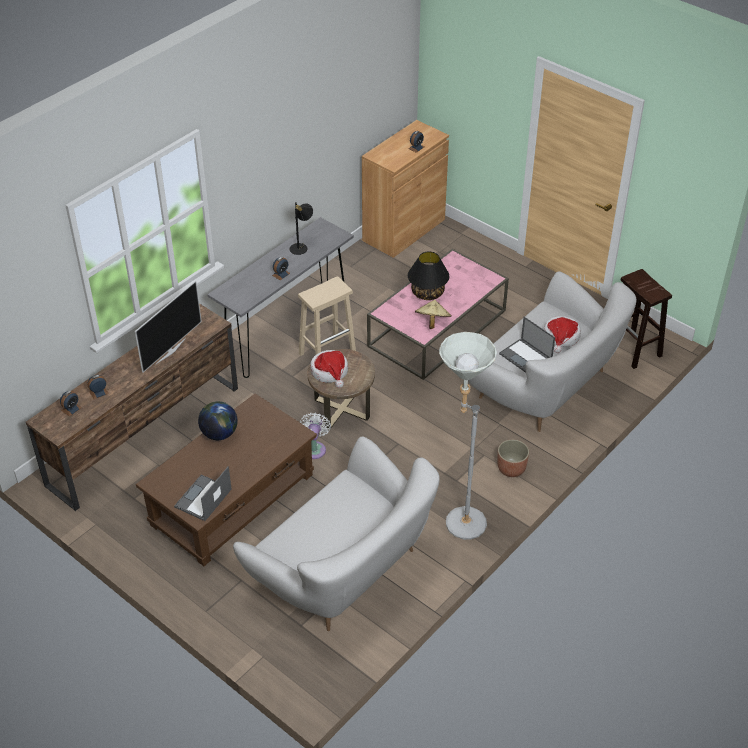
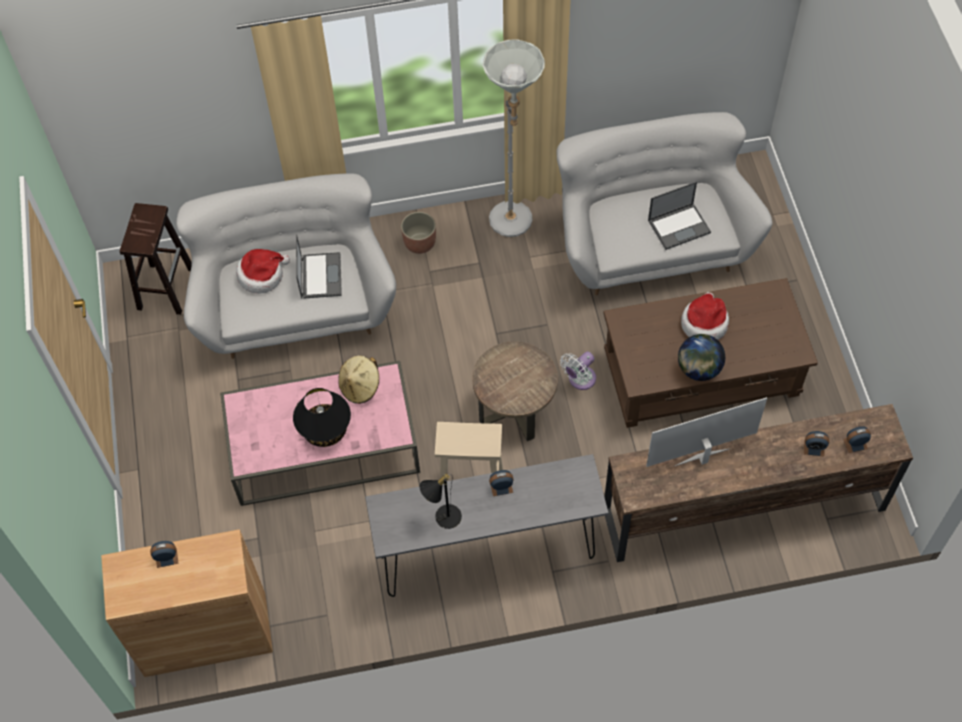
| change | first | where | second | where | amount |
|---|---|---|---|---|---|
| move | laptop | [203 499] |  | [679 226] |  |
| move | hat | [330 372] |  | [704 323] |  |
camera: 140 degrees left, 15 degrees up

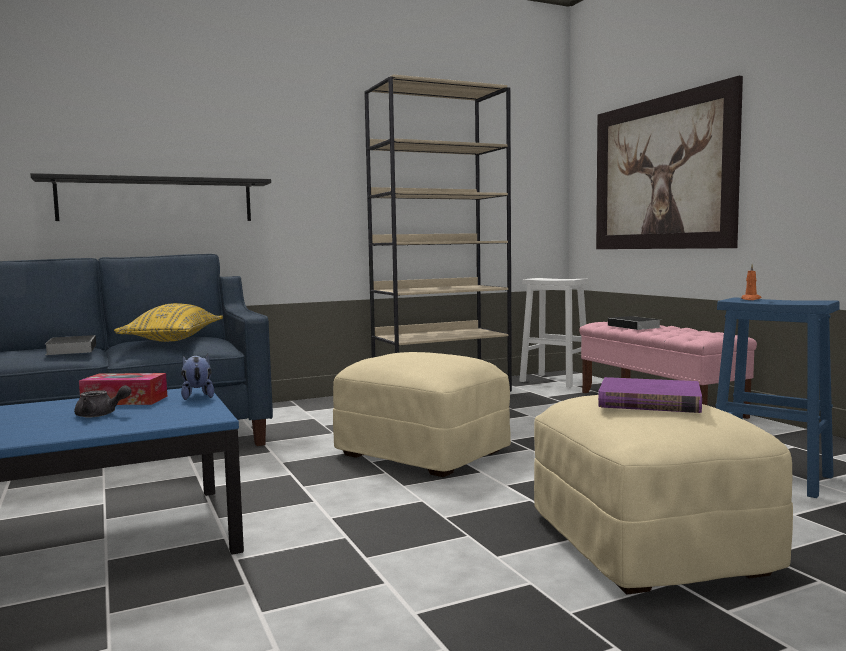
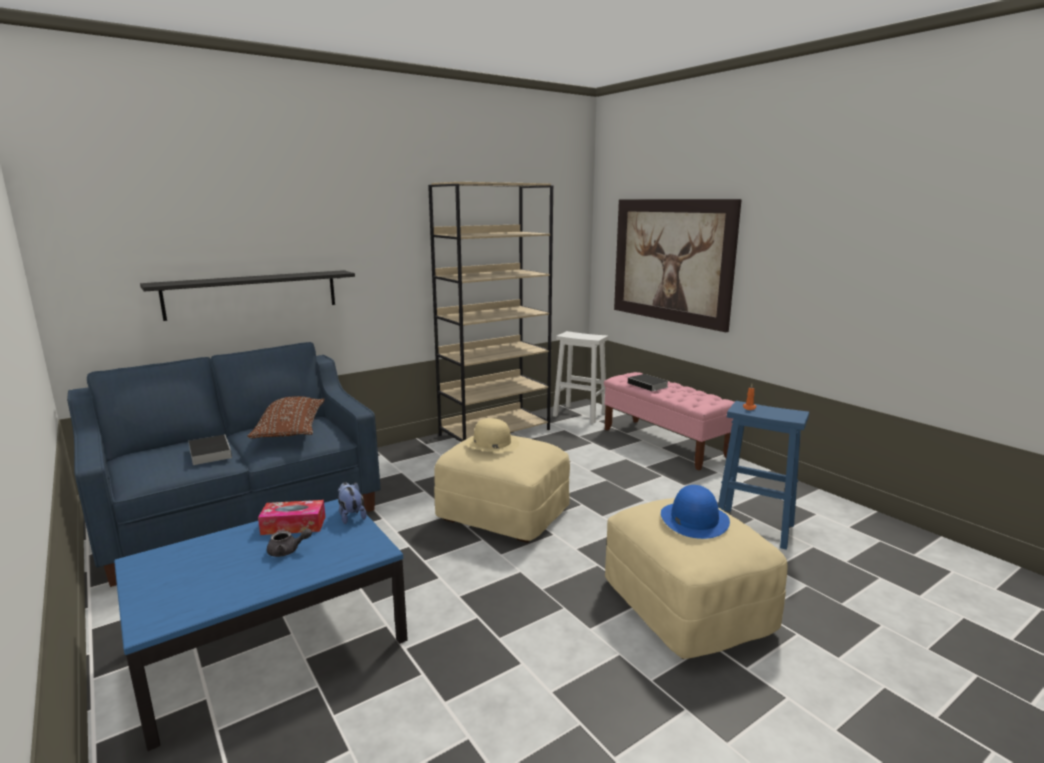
| change | first | where | second | where | amount |
|---|---|---|---|---|---|
| recolor | yellow pillow | [174 339] | brown pillow | [290 429] |  |
| insert |  |  | beige hat | [492 443] |  |
| replace | purple book | [649 401] | blue hat | [694 519] |  |
camera: 10 degrees left, 10 degrees up

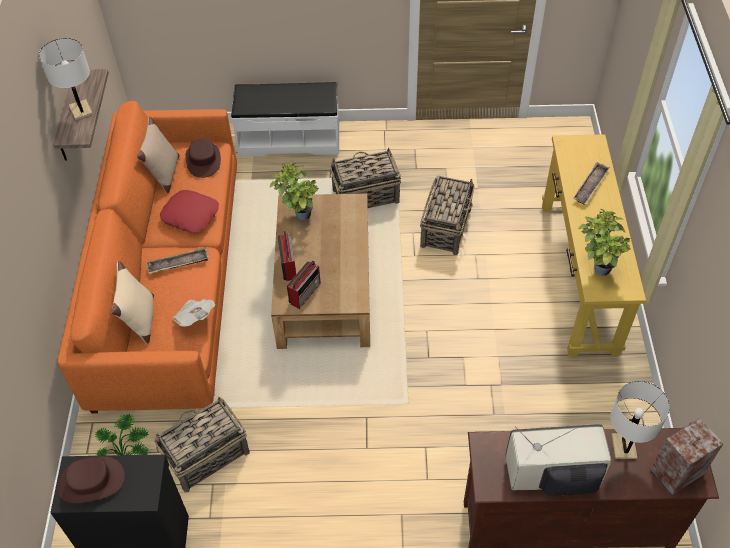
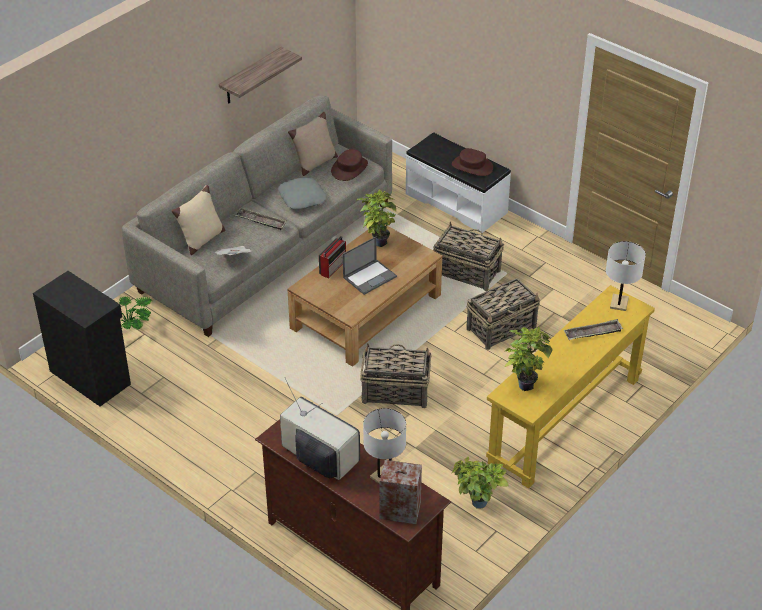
| change | first | where | second | where | amount |
|---|---|---|---|---|---|
| recolor | orange sofa | [169 284] | grey sofa | [266 247] |  |
| recolor | red pillow | [190 215] | grey pillow | [302 197] |  |
| insert |  |  | laptop | [370 277] |  |
| move | basket | [206 456] |  | [394 391] |  |
| move | brown hat | [91 481] |  | [472 166] |  |
| insert |  |  | potted plant | [476 506] |  |
| move | white table lamp | [81 110] |  | [619 303] |  |
| delete | radio | [305 293] |  |  |  |
camera: 40 degrees right, 10 degrees down

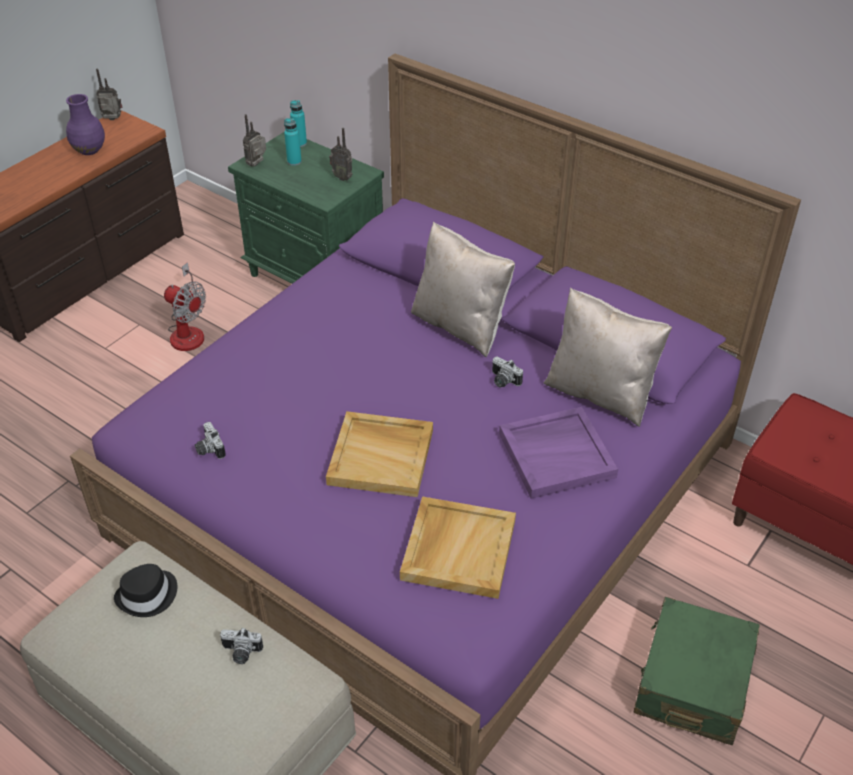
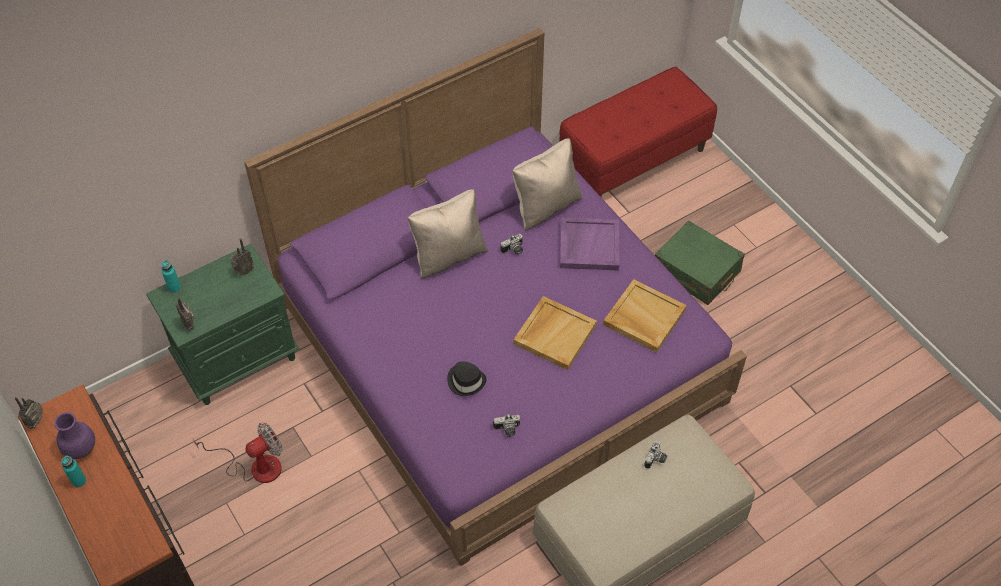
| change | first | where | second | where | amount |
|---|---|---|---|---|---|
| move | turquoise bottle | [294 162] |  | [79 481] |  |
| move | black hat | [148 595] |  | [466 381] |  |
camera: 70 degrees left, 10 degrees up

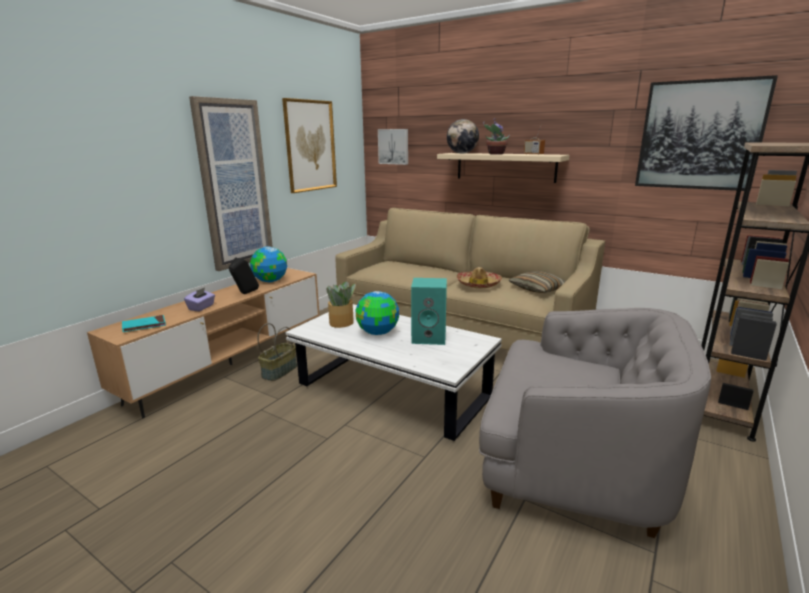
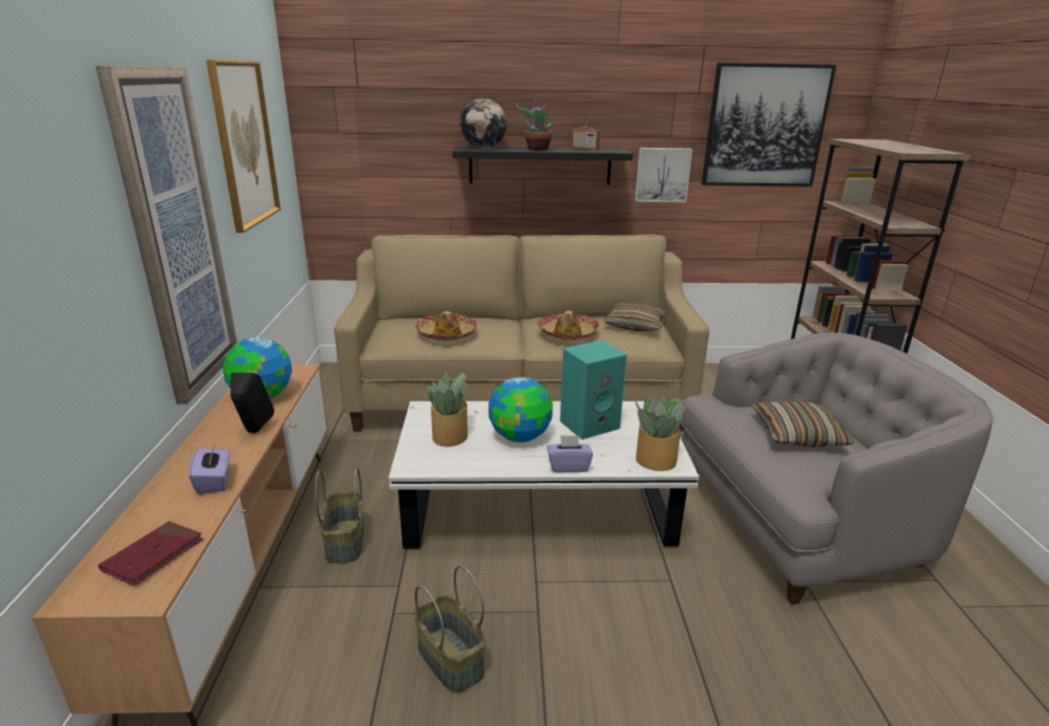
| change | first | where | second | where | amount |
|---|---|---|---|---|---|
| recolor | turquoise book | [144 325] | red book | [153 555] |  |
| insert |  |  | basket | [449 659] |  |
| insert |  |  | hat | [447 334] |  |
| recolor | beige shelf | [505 167] | black shelf | [540 165] |  |
| insert |  |  | purple tissue box | [568 466] |  |
| insert |  |  | potted plant | [655 460] |  |
| move | picture | [394 146] |  | [662 174] |  |
| insert |  |  | pillow | [798 434] |  |
camera: 35 degrees left, 5 degrees up

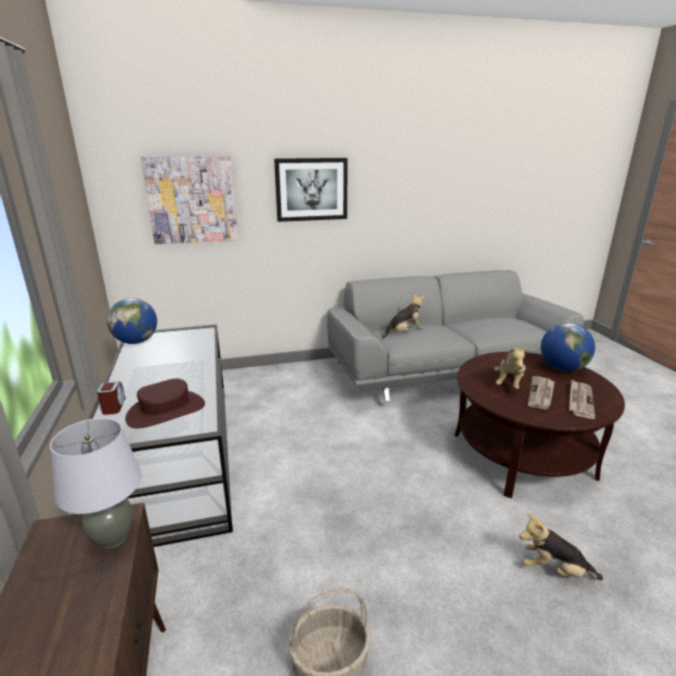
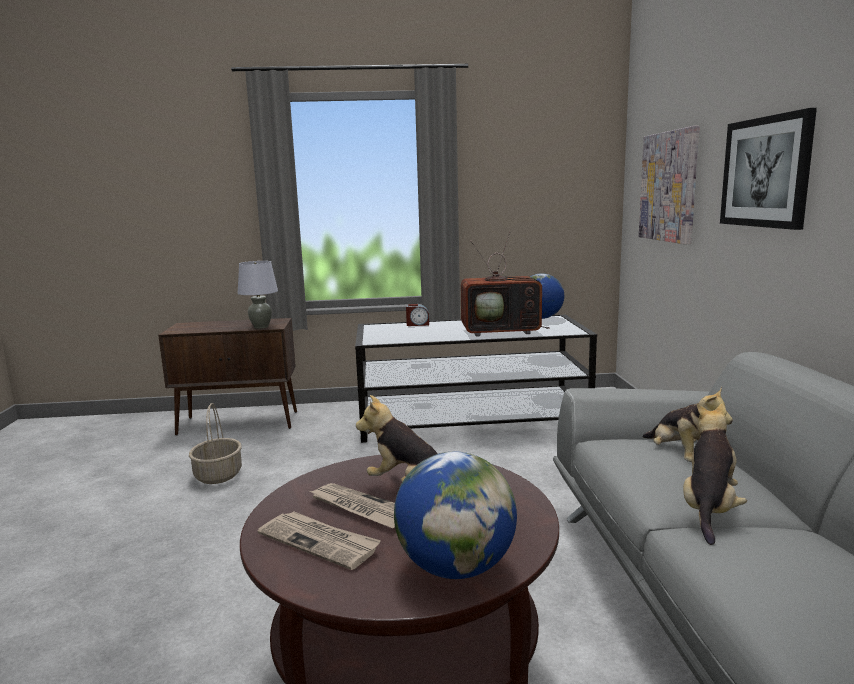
| change | first | where | second | where | amount |
|---|---|---|---|---|---|
| insert |  |  | television | [502 331] |  |
| move | plush toy | [553 570] |  | [709 509] |  |
| delete | brown hat | [166 411] |  |  |  |
camera: 100 degrees right, 10 degrees down

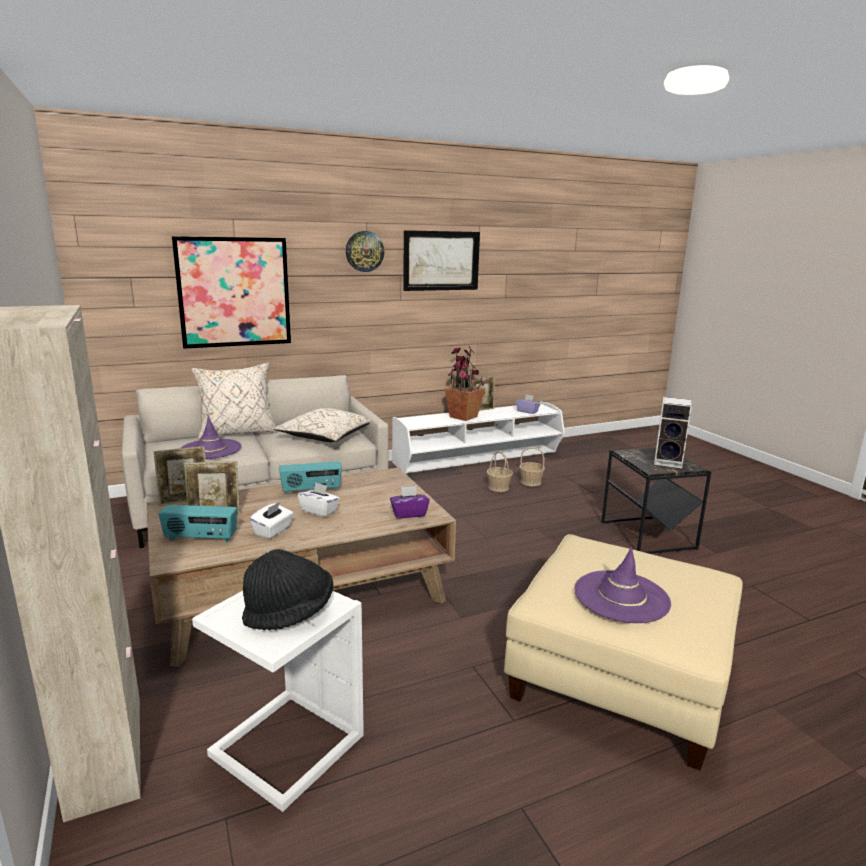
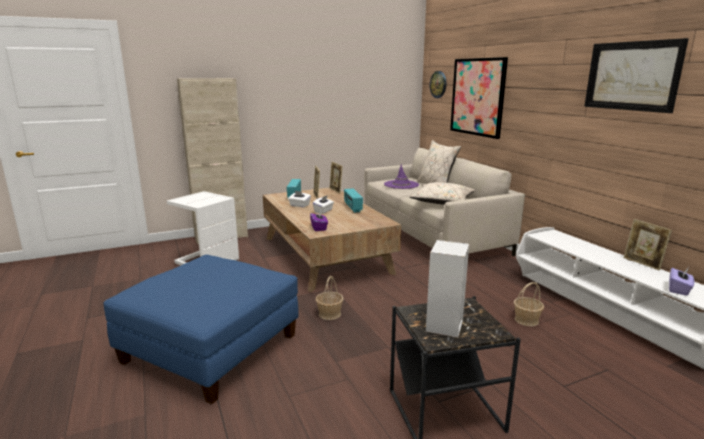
| change | first | where | second | where | amount |
|---|---|---|---|---|---|
| recolor | beige ottoman | [619 676] | blue ottoman | [211 348] |  |
| move | basket | [531 482] |  | [329 314] |  |
| move | wall clock | [364 251] |  | [438 84] |  |
| delete | black hat | [289 613] |  |  |  |
| delete | potted plant | [463 417] |  |  |  |
| delete | purple hat | [621 596] |  |  |  |
camera: 90 degrees right, 0 degrees up

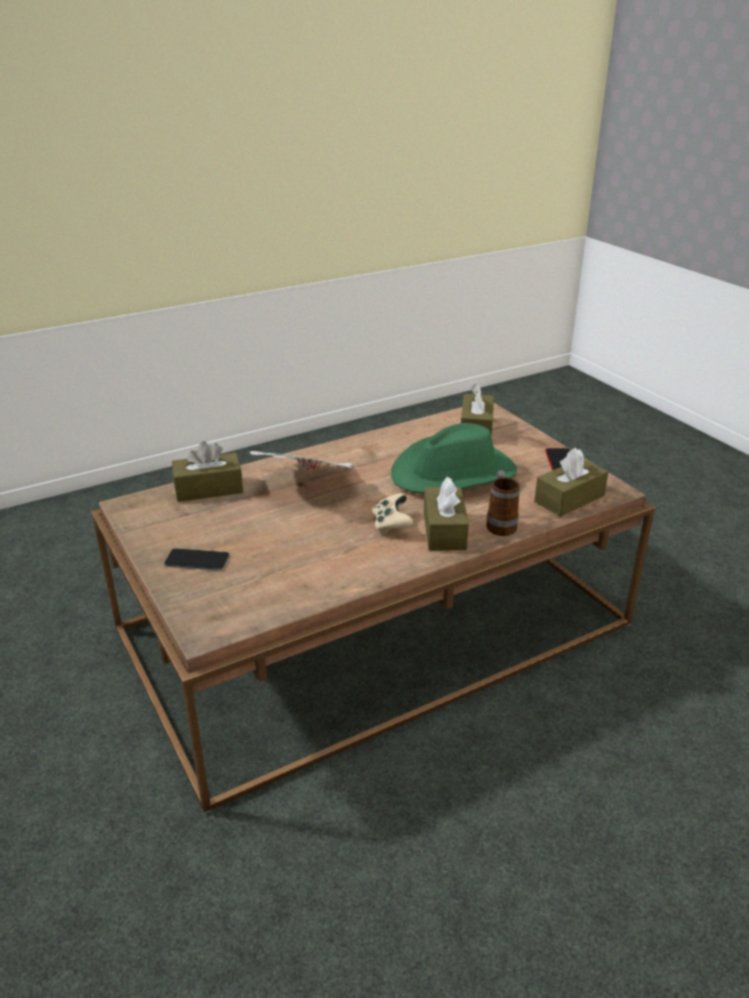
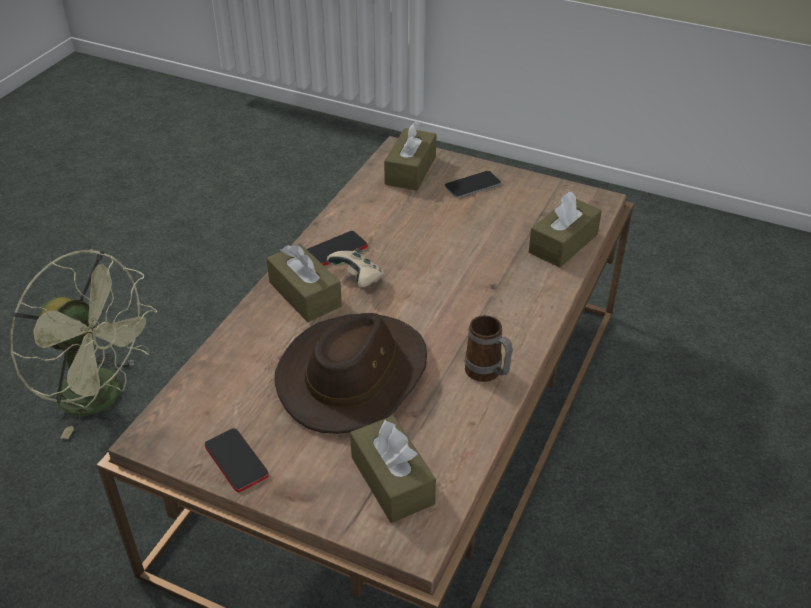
| change | first | where | second | where | amount |
|---|---|---|---|---|---|
| insert |  |  | green fan | [102 397] |  |
| recolor | green hat | [454 473] | brown hat | [354 375] |  |
| insert |  |  | phone | [336 250] |  |
| move | brown tissue box | [569 499] |  | [410 170] |  |
| move | mug | [500 524] |  | [487 374] |  |
| delete | newspaper | [311 486] |  |  |  |
camera: 145 degrees right, 10 degrees up

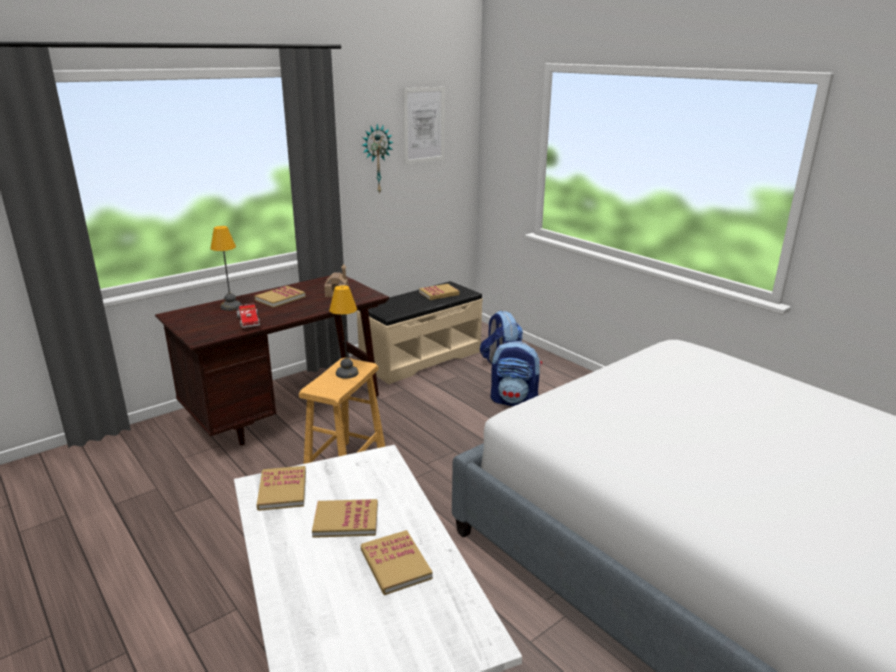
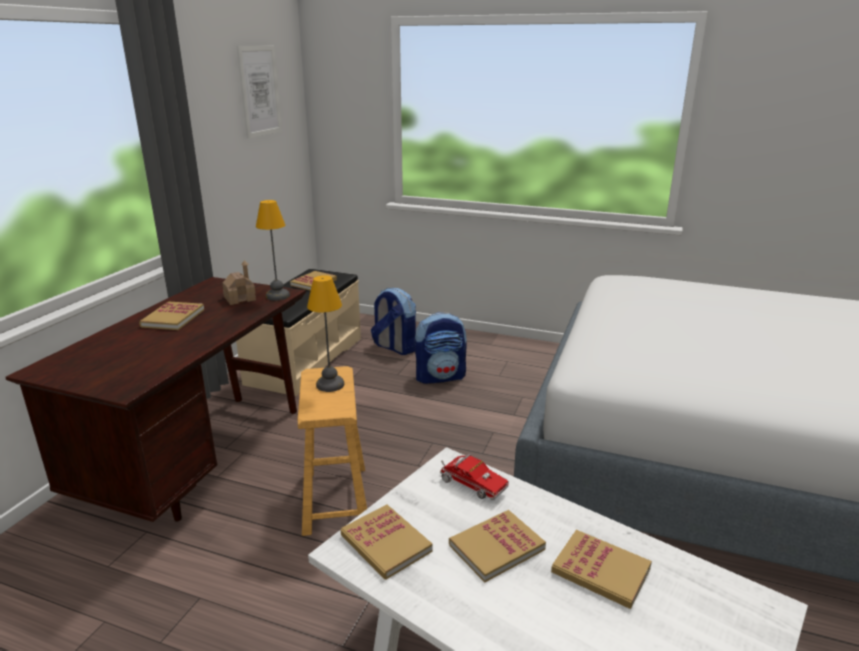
| change | first | where | second | where | amount |
|---|---|---|---|---|---|
| move | table lamp | [230 307] |  | [277 296] |  |
| move | toy truck | [248 322] |  | [470 484] |  |
| delete | wall clock | [376 159] |  |  |  |
camera: 30 degrees left, 0 degrees up

